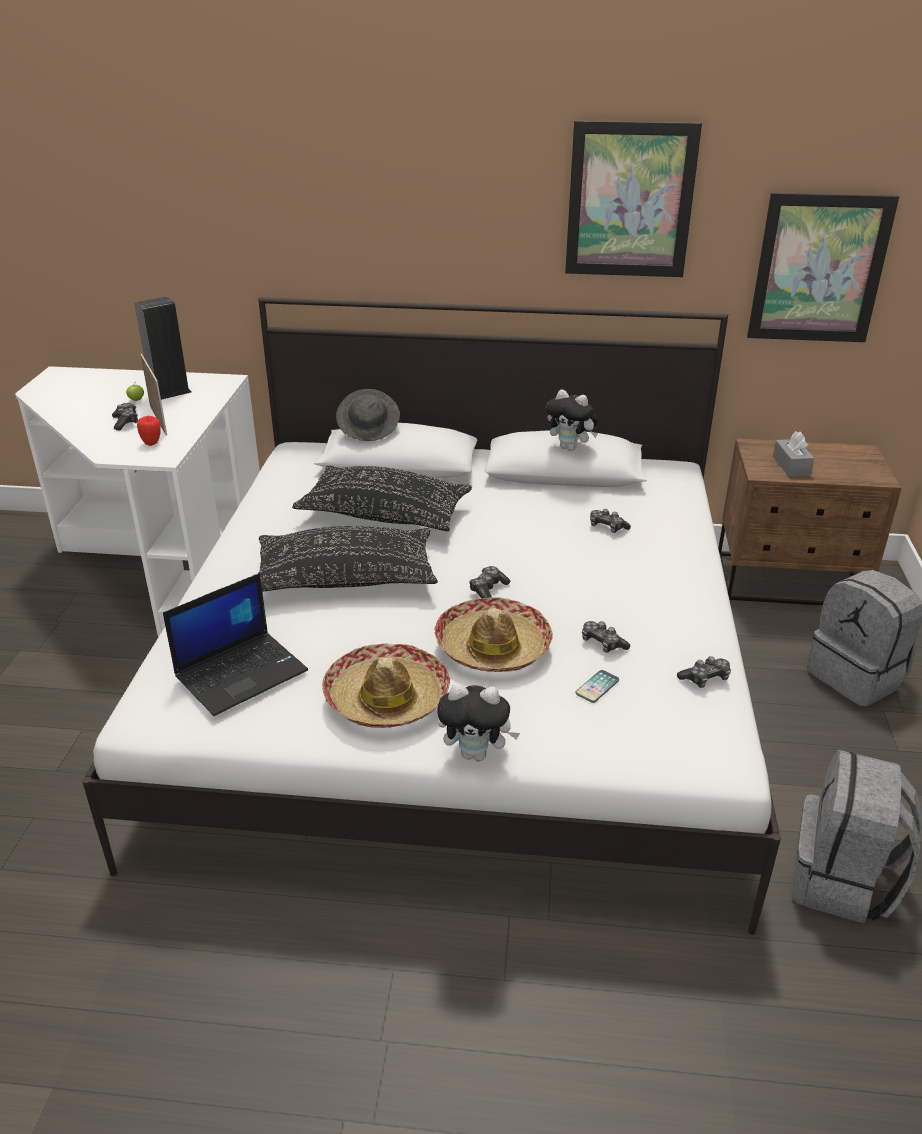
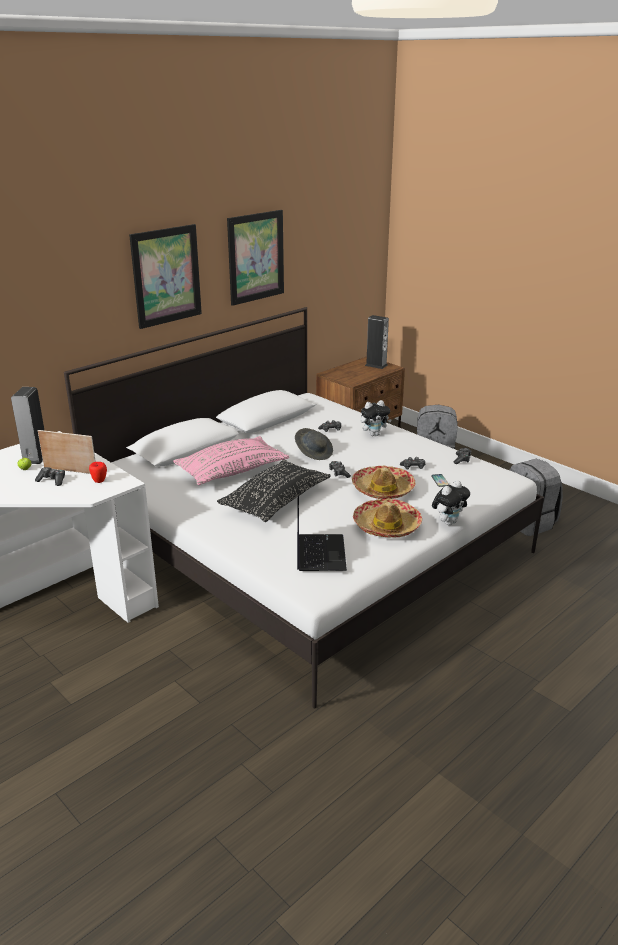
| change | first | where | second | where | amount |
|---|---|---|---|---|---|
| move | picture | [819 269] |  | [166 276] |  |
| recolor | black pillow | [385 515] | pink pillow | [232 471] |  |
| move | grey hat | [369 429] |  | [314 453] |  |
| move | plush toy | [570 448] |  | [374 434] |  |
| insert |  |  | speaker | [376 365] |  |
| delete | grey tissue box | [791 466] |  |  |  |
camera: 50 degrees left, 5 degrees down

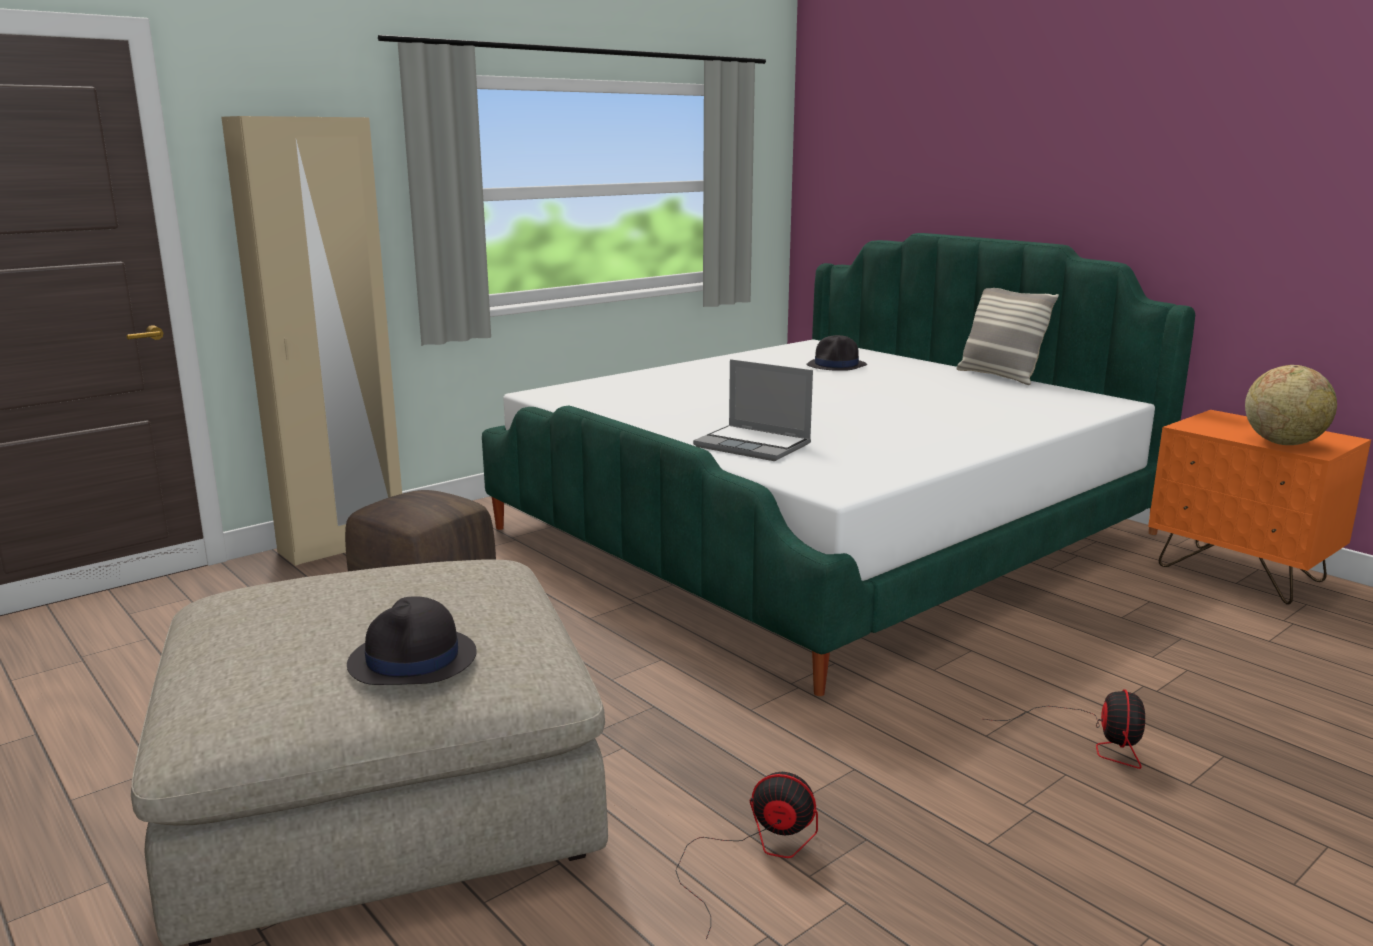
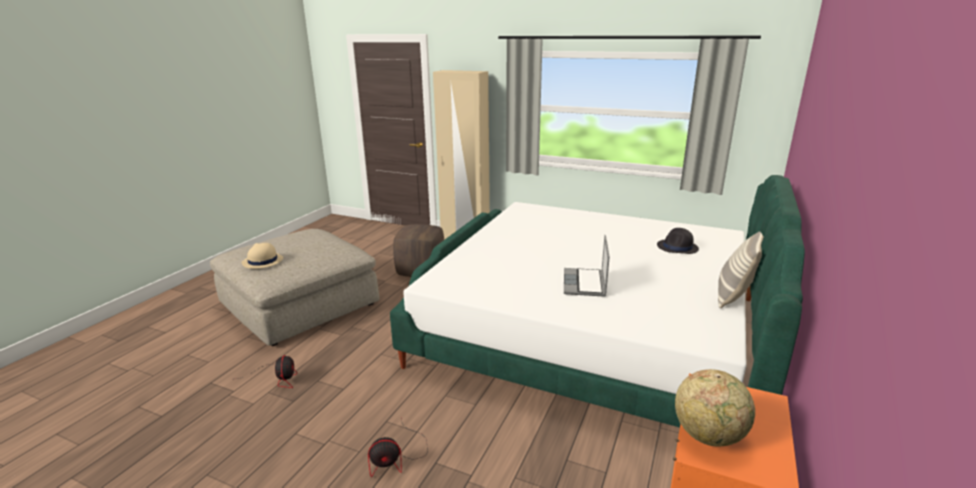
| change | first | where | second | where | amount |
|---|---|---|---|---|---|
| recolor | black hat | [413 660] | beige hat | [262 261] |  |
| move | laptop | [754 445] |  | [585 284] |  |
camera: 65 degrees right, 5 degrees up

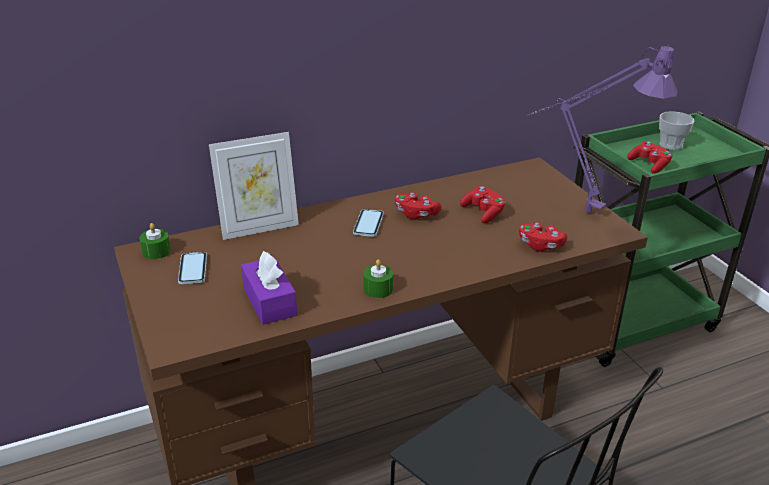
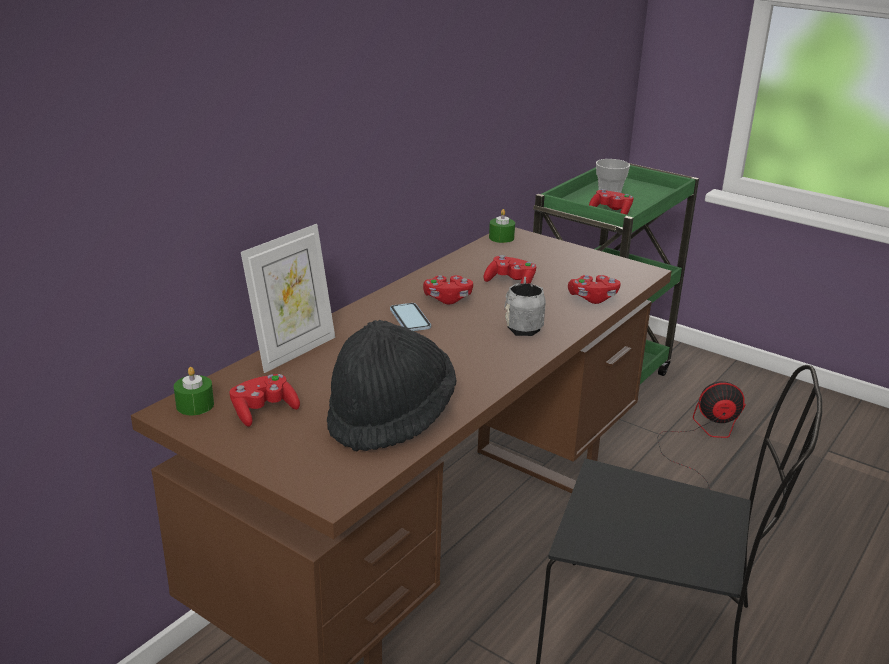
| change | first | where | second | where | amount |
|---|---|---|---|---|---|
| replace | phone | [193 269] | red game controller | [264 411] |  |
| replace | purple tissue box | [269 301] | black hat | [390 417] |  |
| move | green candle | [378 289] |  | [501 238] |  |
| insert |  |  | grey mug | [523 326] |  |
| insert |  |  | fan | [703 437] |  |
| delete | purple table lamp | [579 210] |  |  |  |
camera: 30 degrees left, 5 degrees down

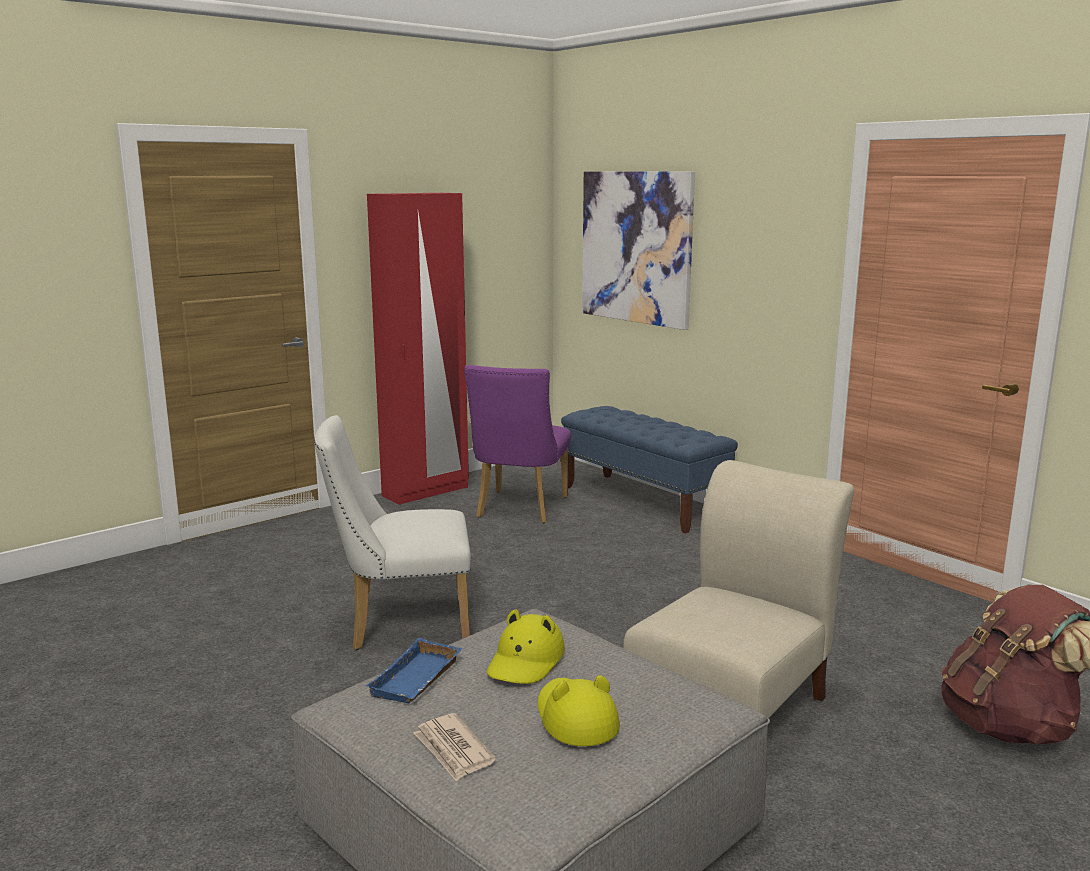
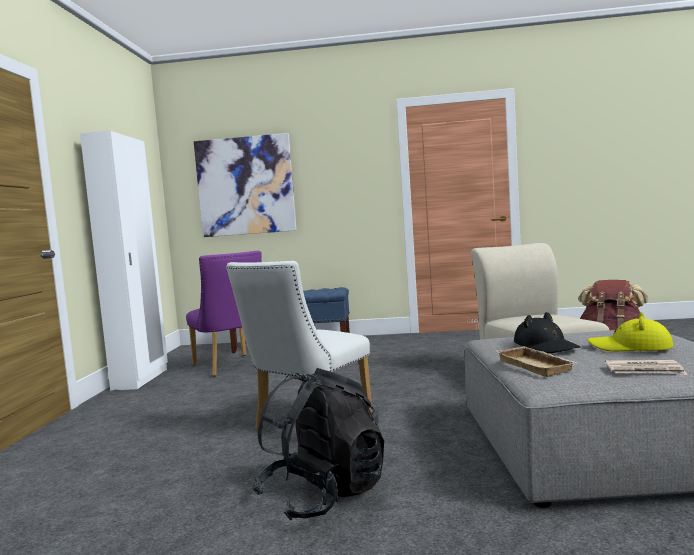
| change | first | where | second | where | amount |
|---|---|---|---|---|---|
| recolor | red wardrobe | [426 492] | white wardrobe | [141 379] |  |
| insert |  |  | black backpack | [323 495] |  |
| recolor | blue tray | [417 680] | beige tray | [537 366] |  |
| recolor | yellow hat | [526 661] | black hat | [546 346] |  |
camera: 45 degrees left, 10 degrees down

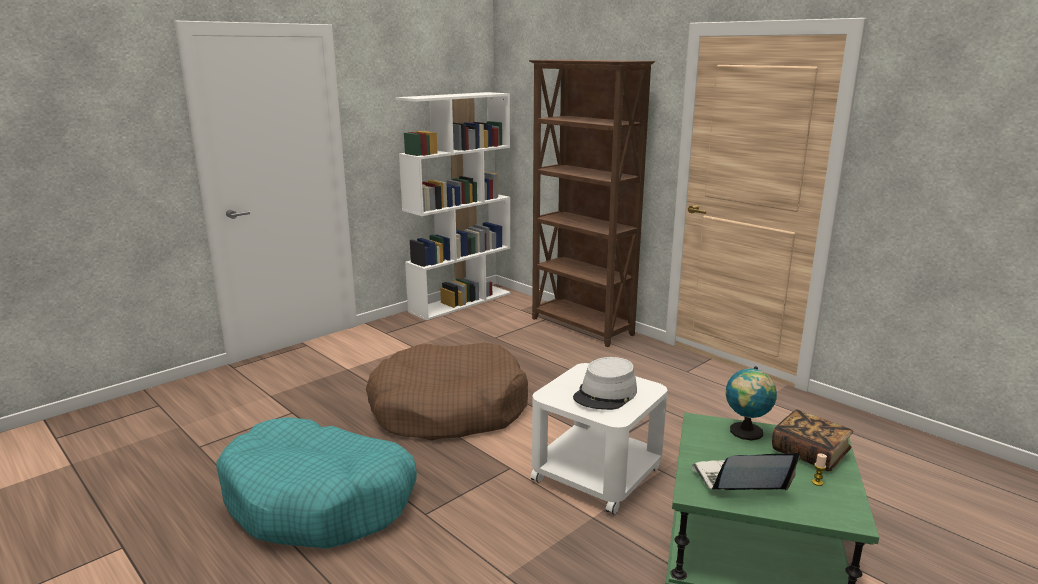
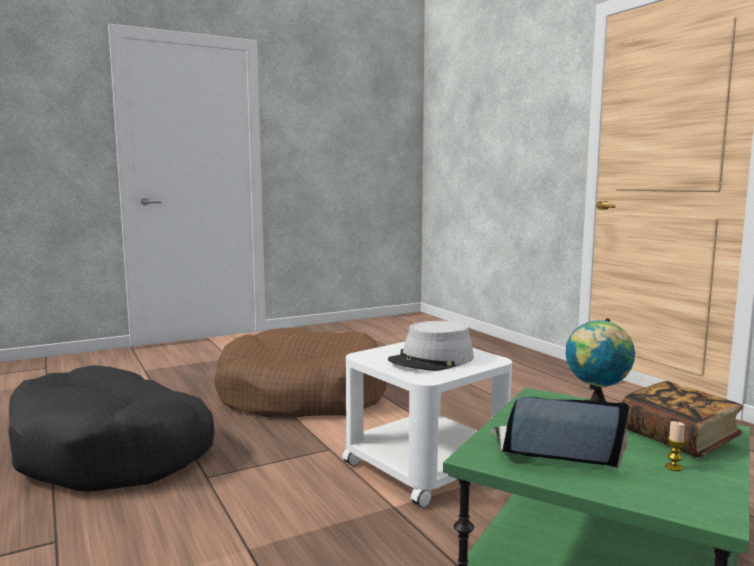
| change | first | where | second | where | amount |
|---|---|---|---|---|---|
| recolor | turquoise dog bed | [320 500] | black dog bed | [113 452] |  |
| delete | white bookcase | [461 302] |  |  |  |
| delete | brown bookcase | [581 327] |  |  |  |
camera: 15 degrees right, 10 degrees down

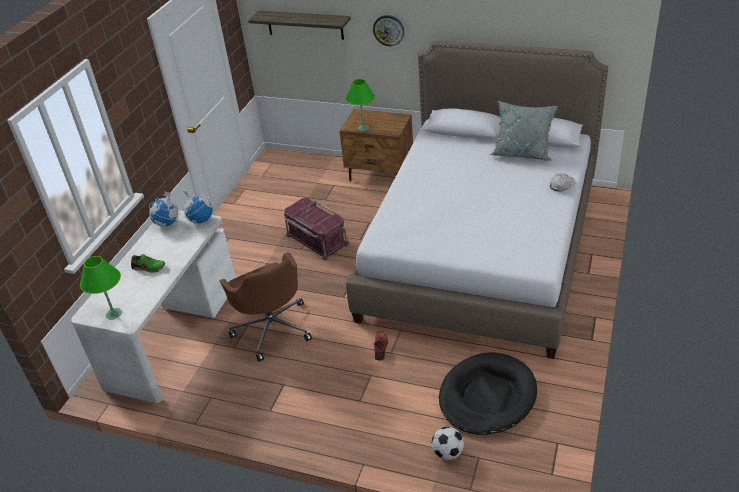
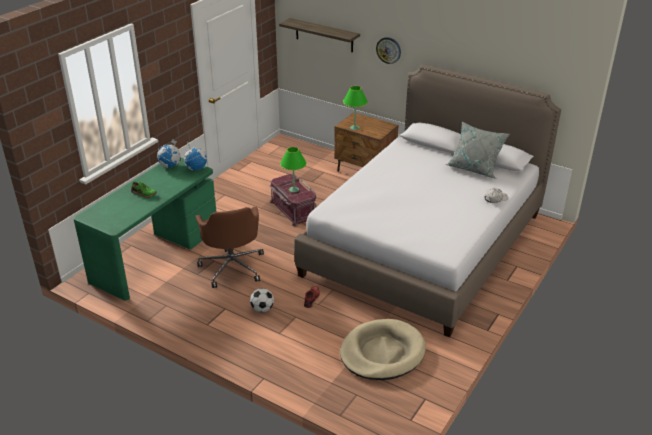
| change | first | where | second | where | amount |
|---|---|---|---|---|---|
| recolor | white desk | [173 333] | green desk | [155 254] |  |
| move | football | [447 453] |  | [262 309] |  |
| move | green table lamp | [114 314] |  | [294 189] |  |
| recolor | black dog bed | [487 396] | beige dog bed | [382 352] |  |
camera: 10 degrees right, 5 degrees down

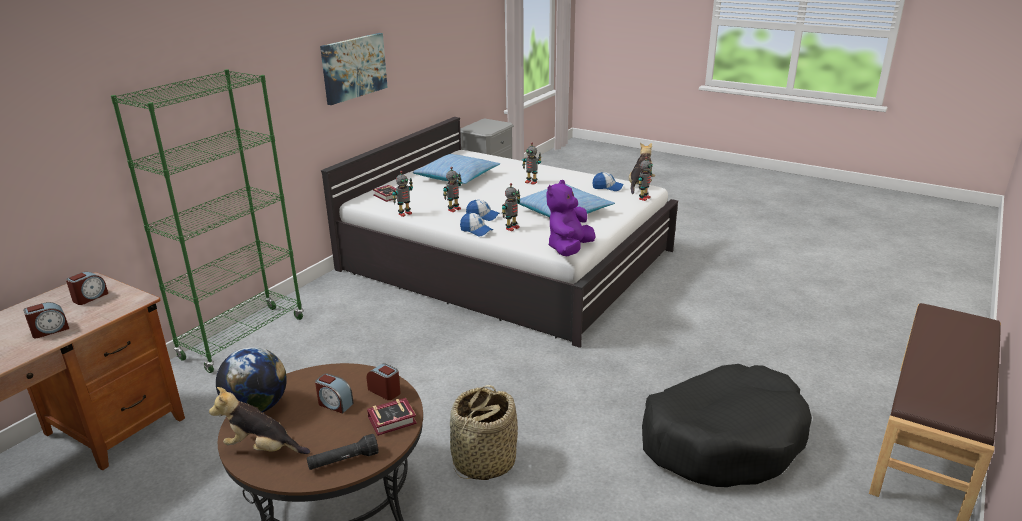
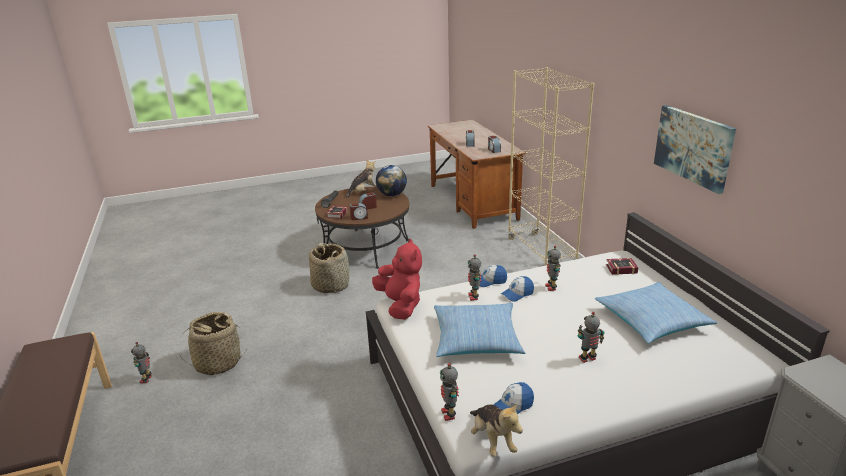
| change | first | where | second | where | amount |
|---|---|---|---|---|---|
| move | toy robot | [404 214] |  | [147 379] |  |
| replace | black dog bed | [722 440] | basket | [217 363] |  |
| recolor | purple plush toy | [569 249] | red plush toy | [400 305] |  |
| recolor | green bookcase | [243 338] | beige bookcase | [541 253] |  |
camera: 130 degrees right, 0 degrees up

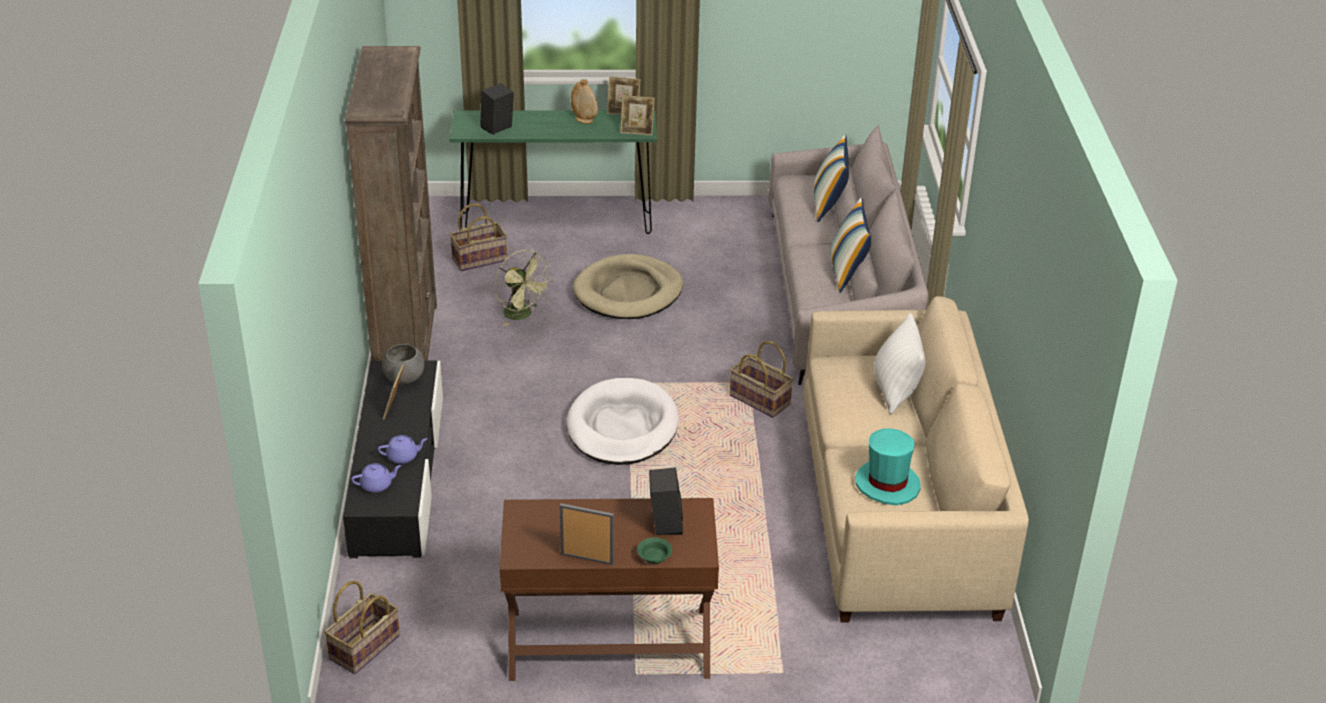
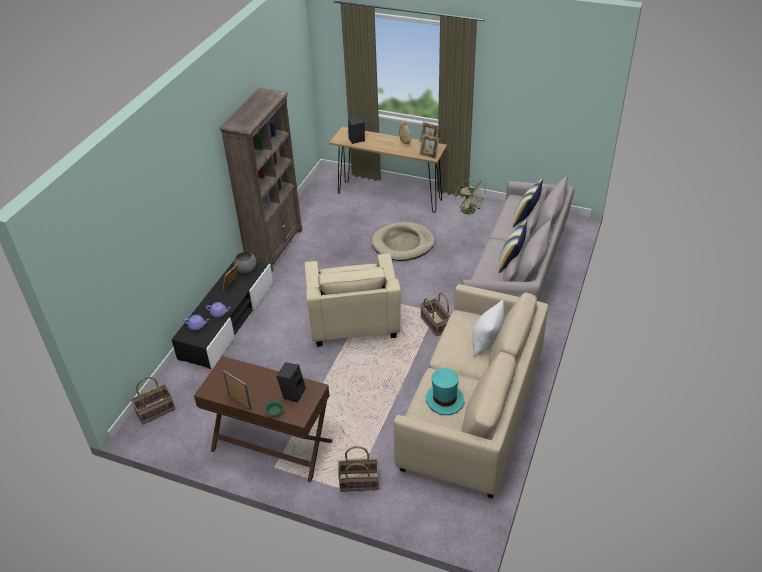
| change | first | where | second | where | amount |
|---|---|---|---|---|---|
| replace | white dog bed | [622 427] | beige armchair | [353 322] |  |
| recolor | green console table | [556 223] | brown console table | [389 196] |  |
| move | basket | [479 259] |  | [359 481] |  |
| move | green fan | [522 315] |  | [470 212] |  |
camera: 25 degrees right, 5 degrees up

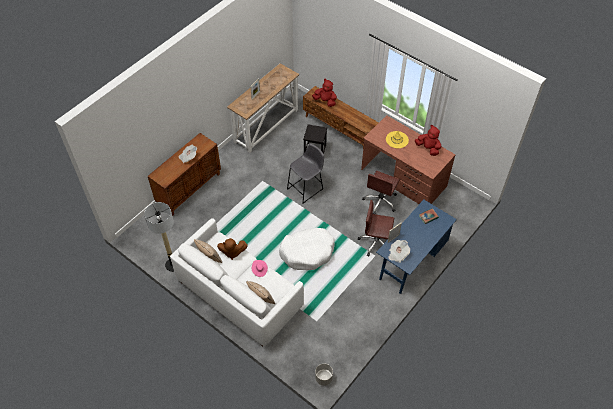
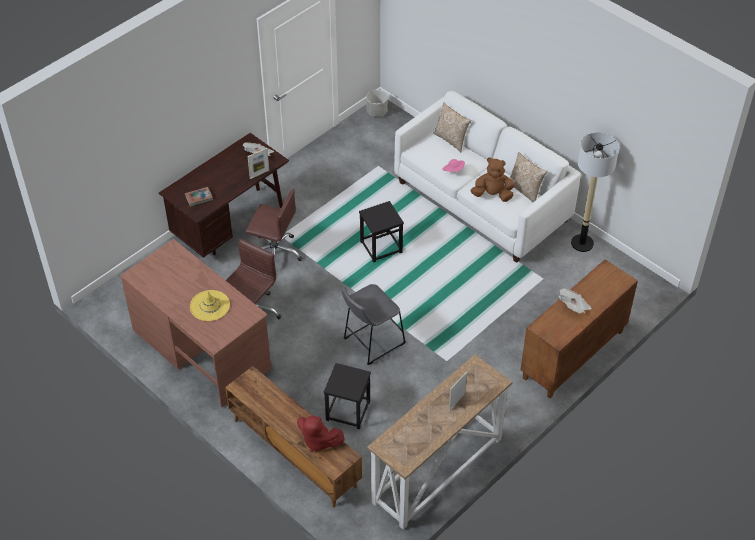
| change | first | where | second | where | amount |
|---|---|---|---|---|---|
| recolor | blue desk | [411 261] | brown desk | [230 225] |  |
| replace | white dog bed | [307 252] | black stool | [381 247] |  |
| delete | red plush toy | [428 148] |  |  |  |
camera: 175 degrees left, 5 degrees down

